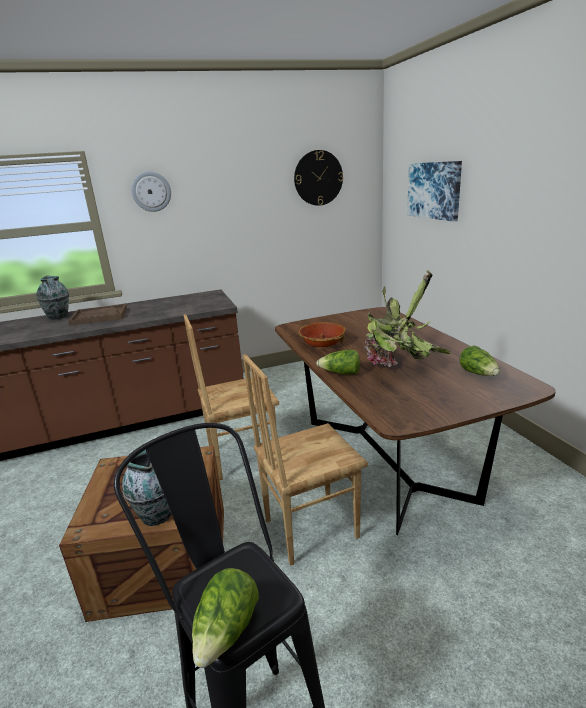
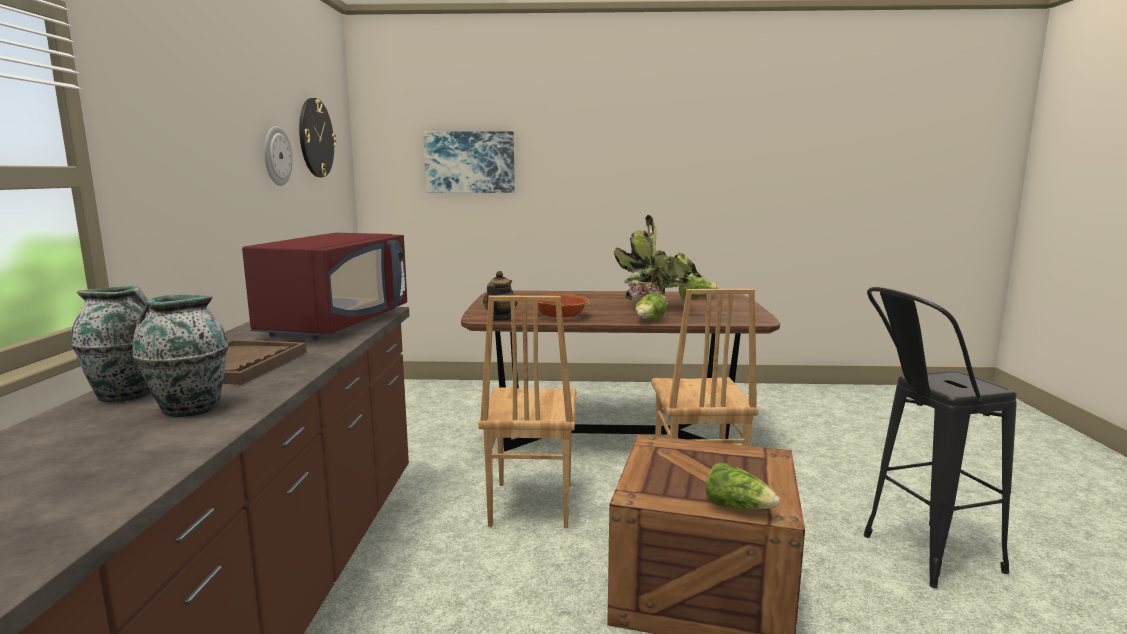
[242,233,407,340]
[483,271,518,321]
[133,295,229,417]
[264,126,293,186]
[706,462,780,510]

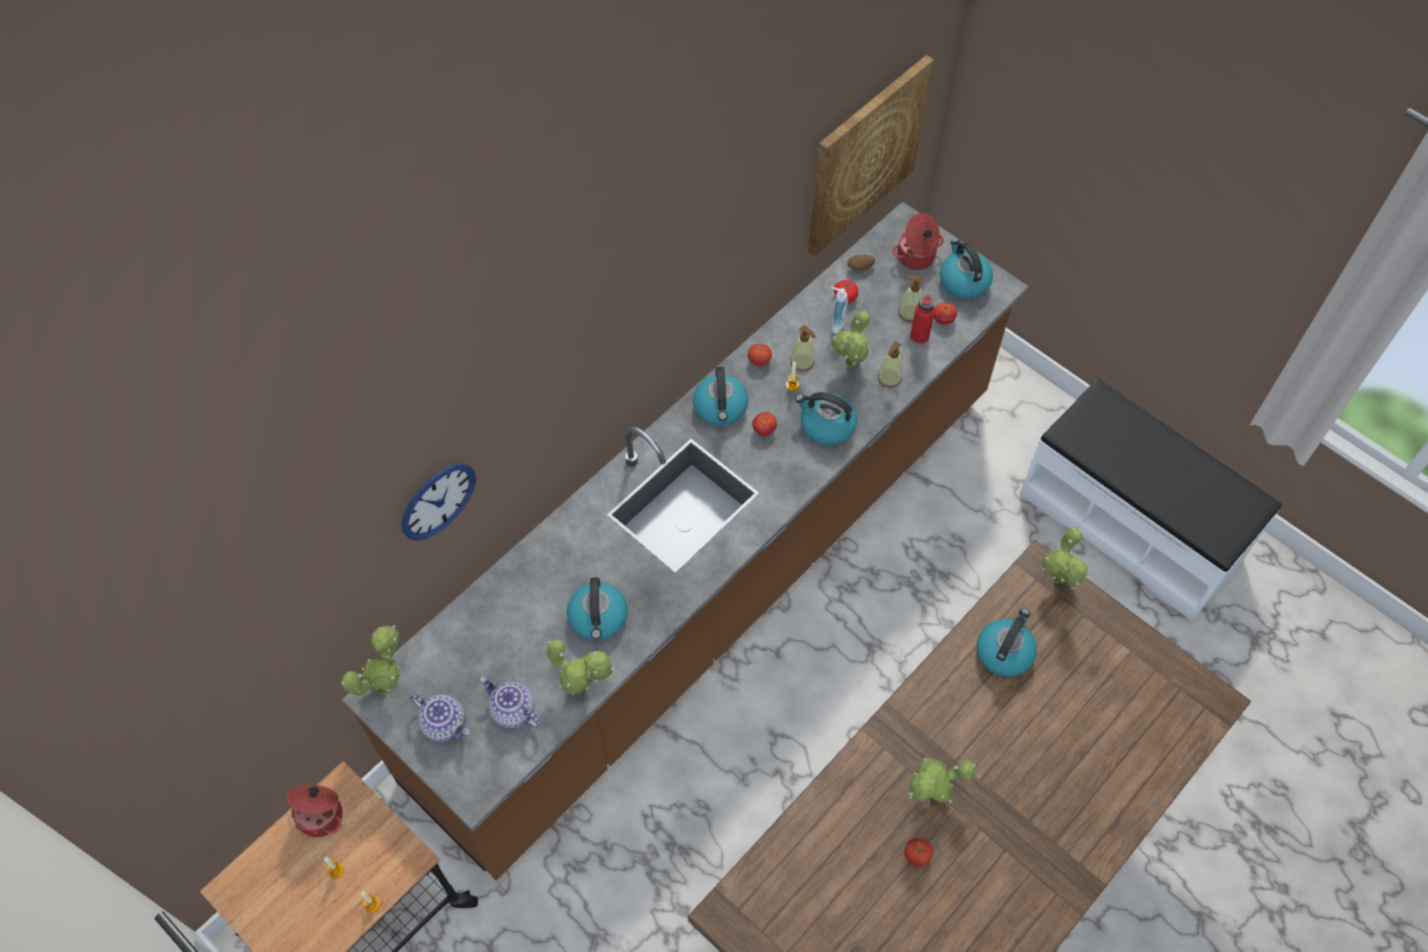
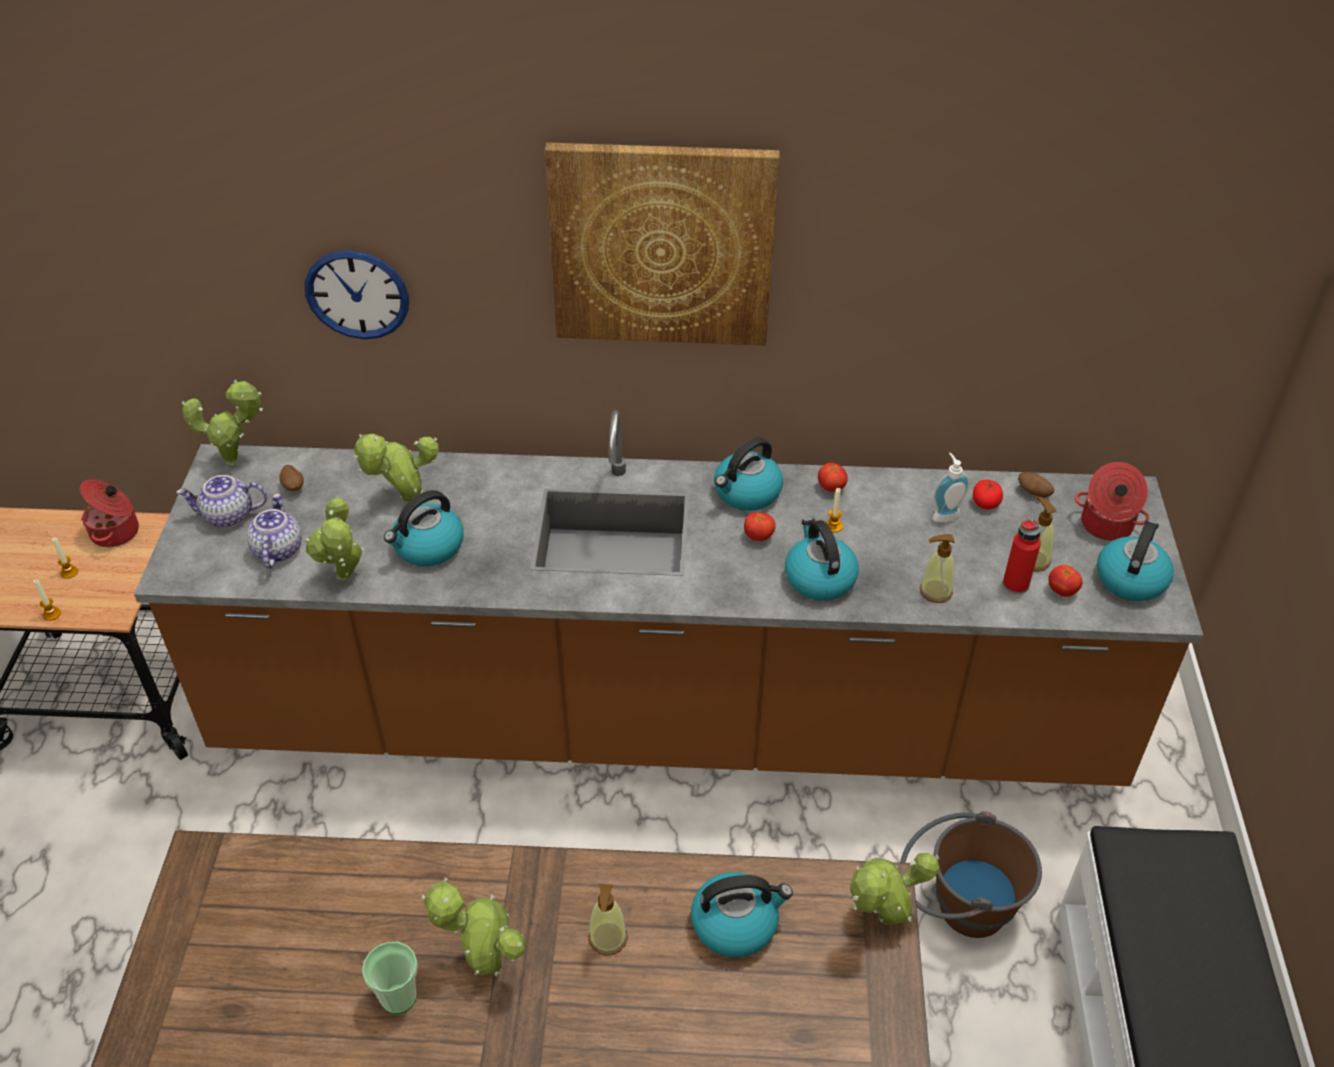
[279,465,304,491]
[900,811,1042,938]
[588,884,628,956]
[545,142,780,346]
[354,433,439,503]
[362,942,418,1014]
[176,475,267,528]

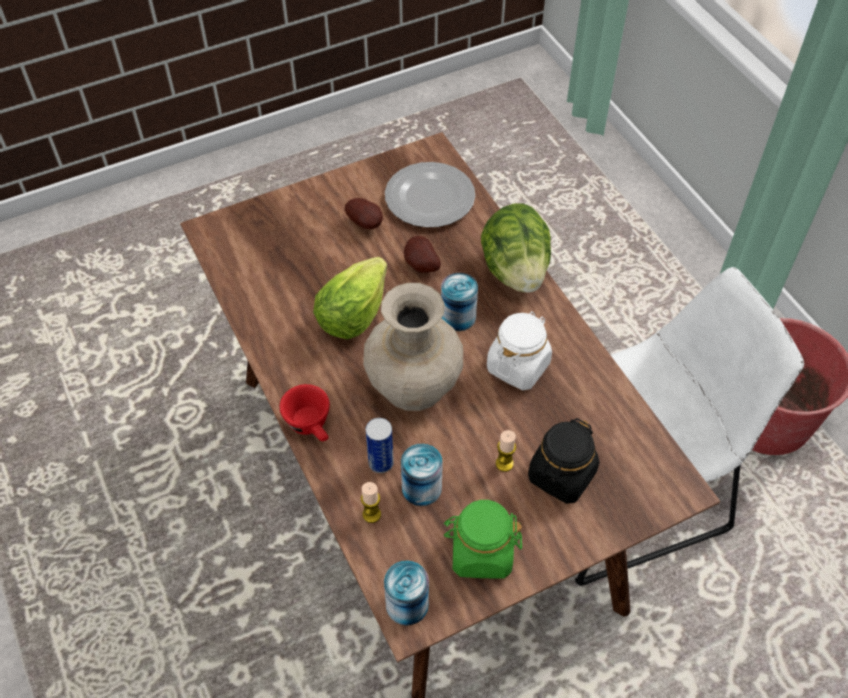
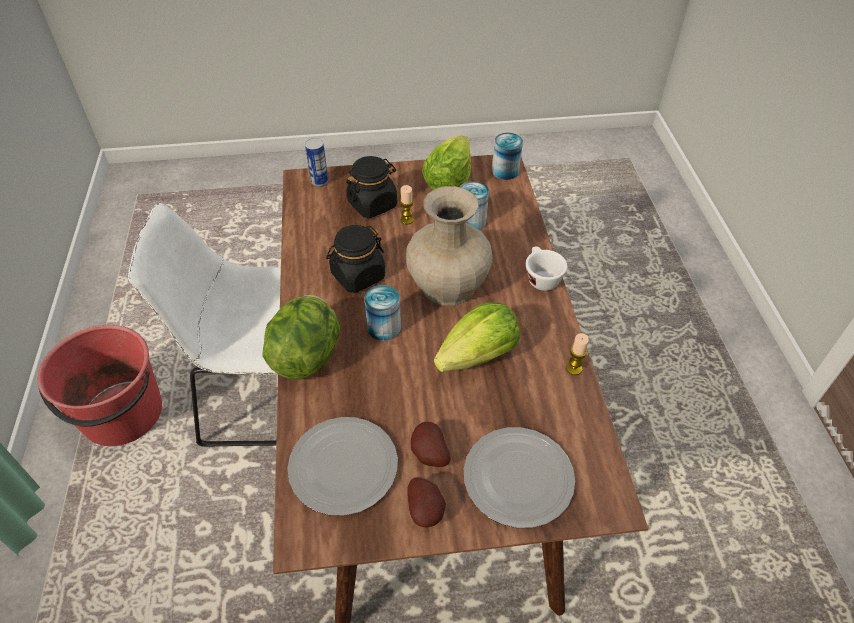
[464,427,575,528]
[566,333,589,375]
[305,138,328,187]
[407,477,446,527]
[422,135,471,190]
[526,246,567,291]
[326,225,385,293]

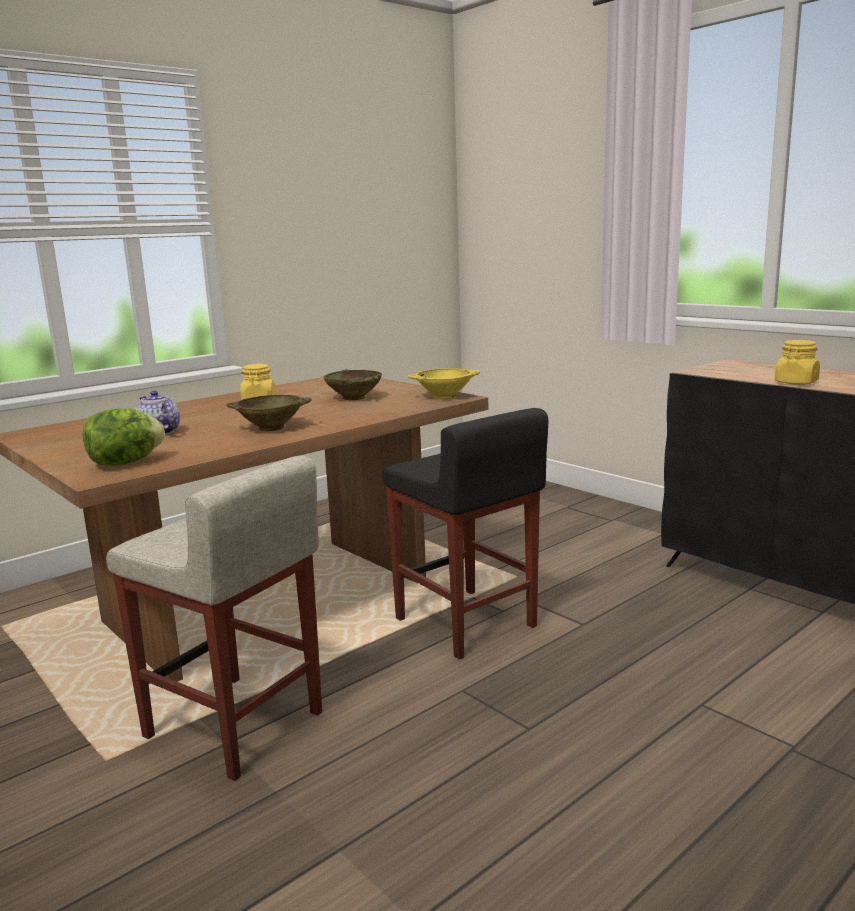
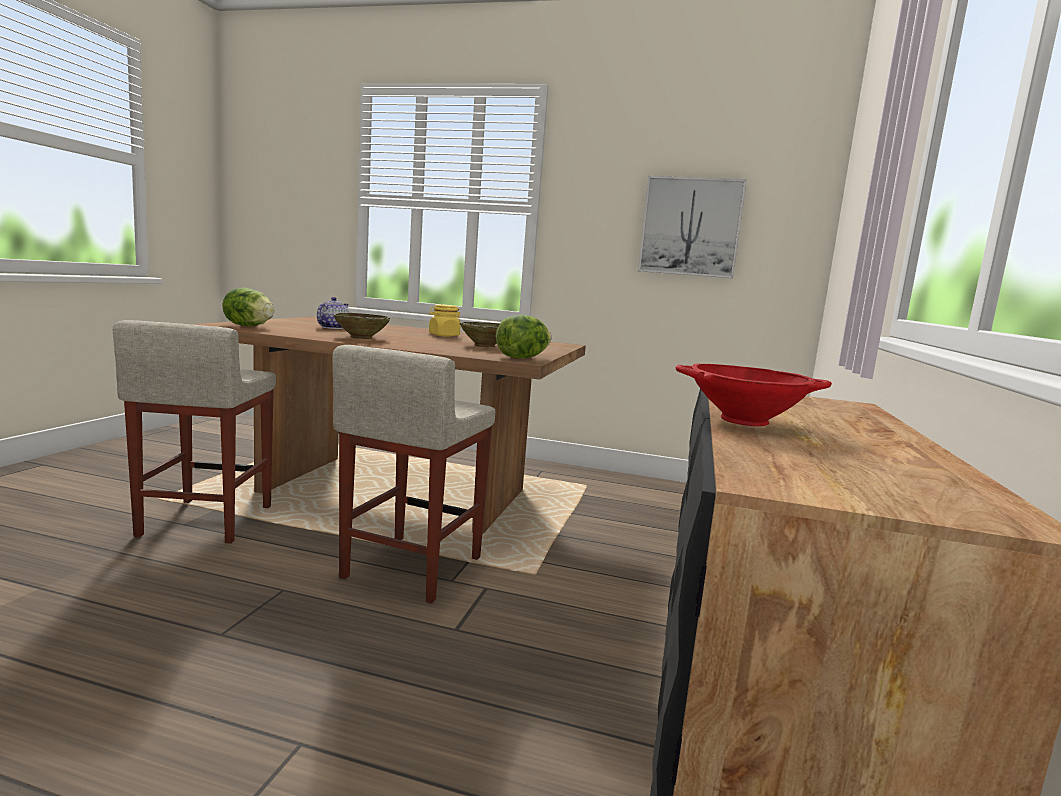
[638,176,747,278]
[496,315,551,358]
[676,364,832,426]
[333,345,495,603]

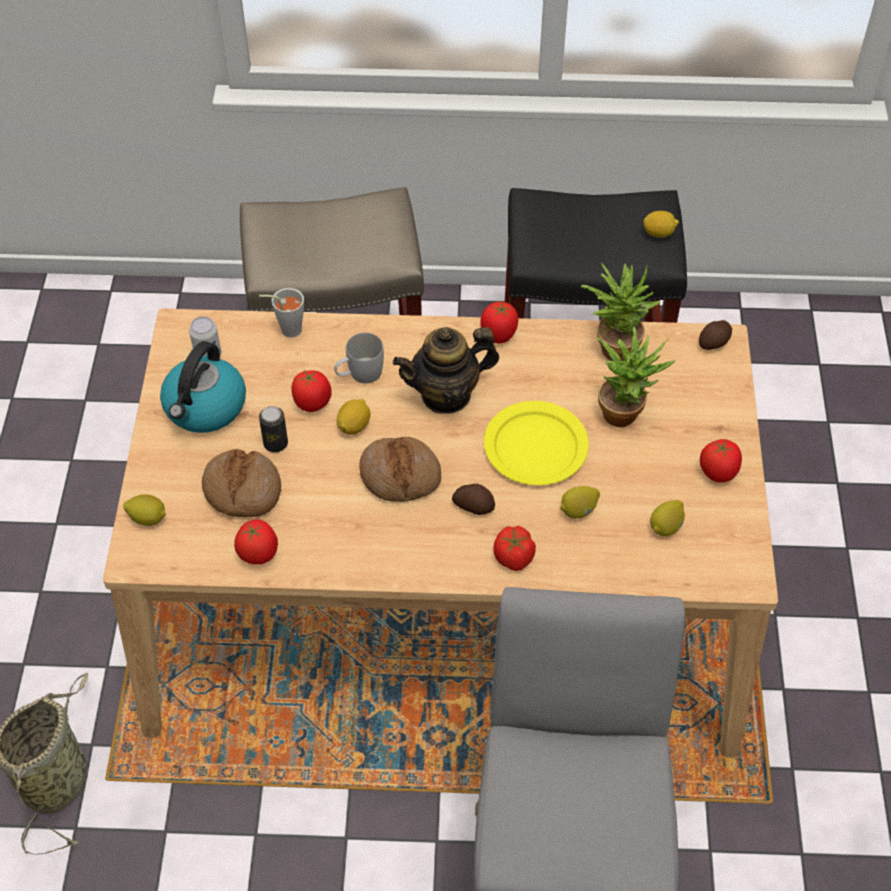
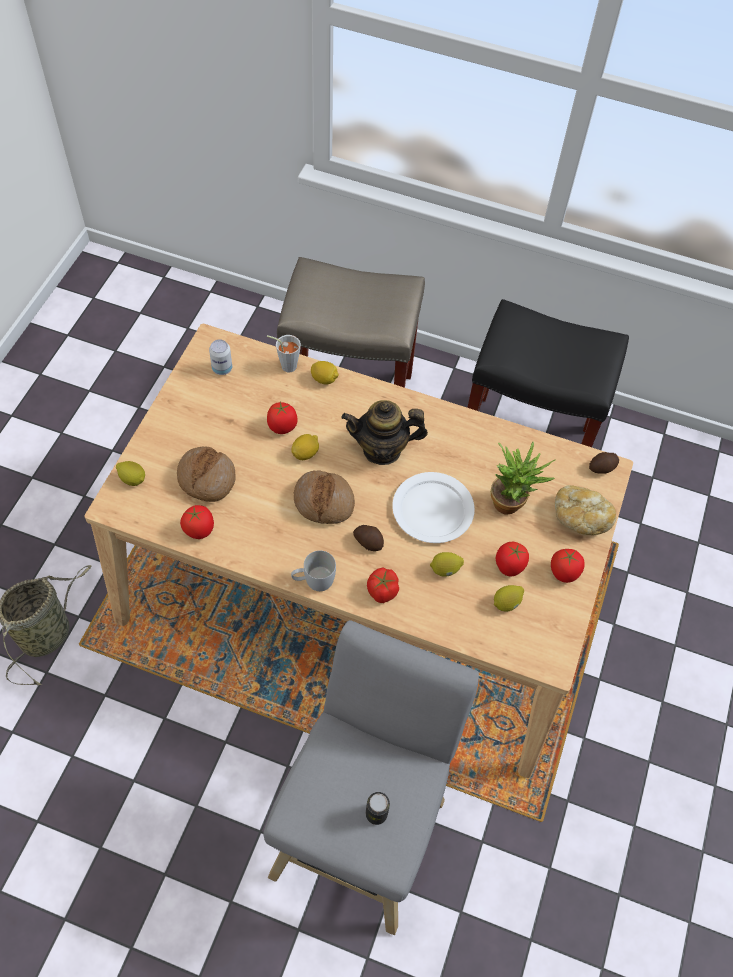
[160,341,246,433] (first image)
[581,263,660,361] (first image)
[555,485,616,535]
[366,792,390,825]
[291,550,336,591]
[496,542,529,576]
[311,361,339,384]
[392,472,475,543]

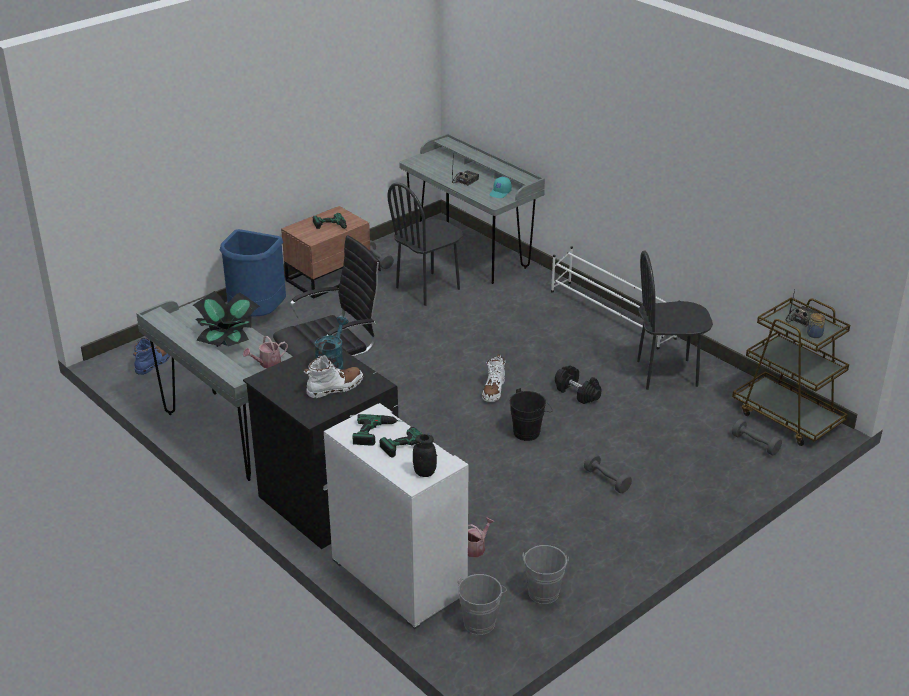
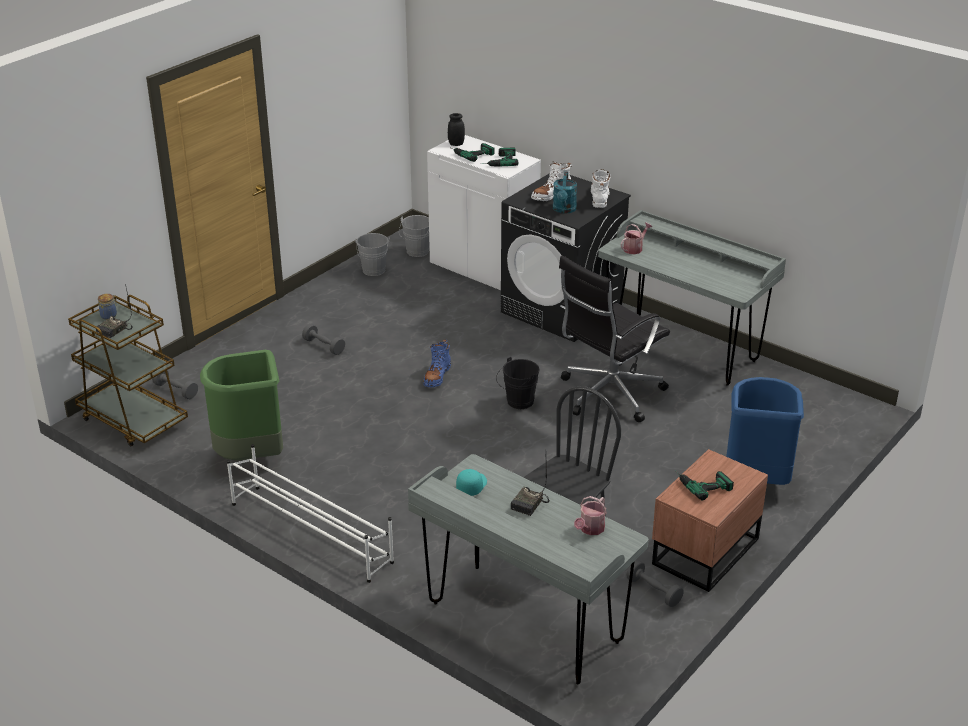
[193,291,260,347] (first image)
[555,365,602,404] (first image)
[423,340,451,387]
[574,496,607,535]
[591,169,611,208]
[496,357,540,409]
[200,350,283,460]

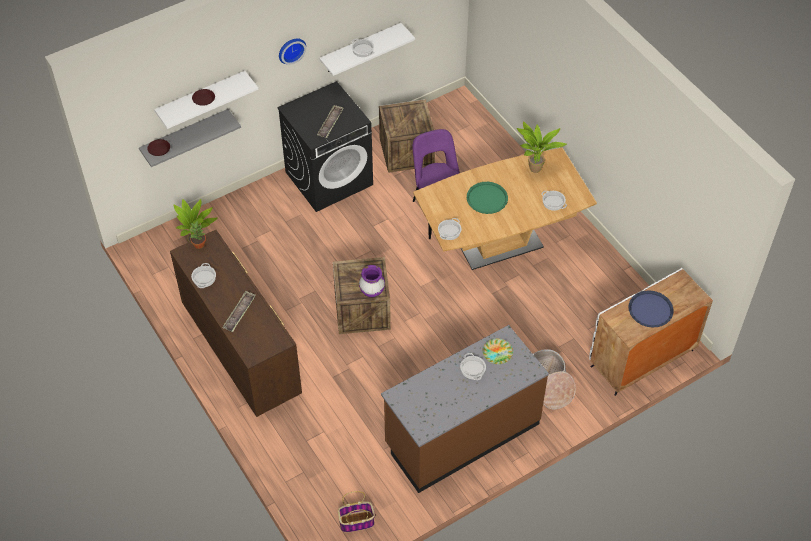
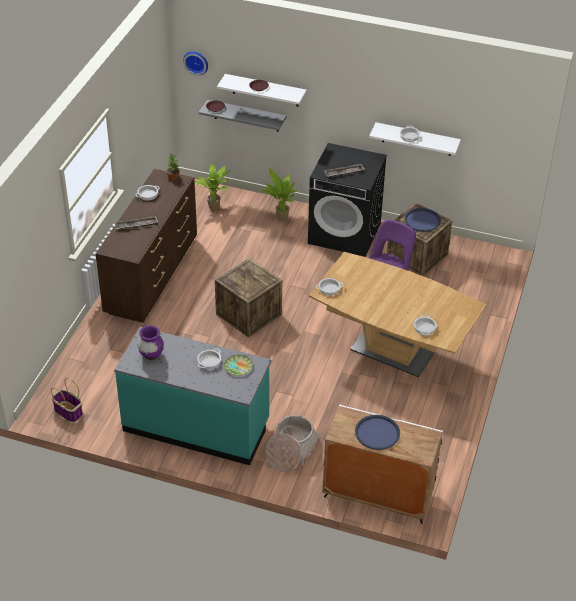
[467,182,508,214] (first image)
[405,208,441,232]
[183,51,208,75]
[138,325,164,360]
[260,168,297,221]
[114,327,271,465]

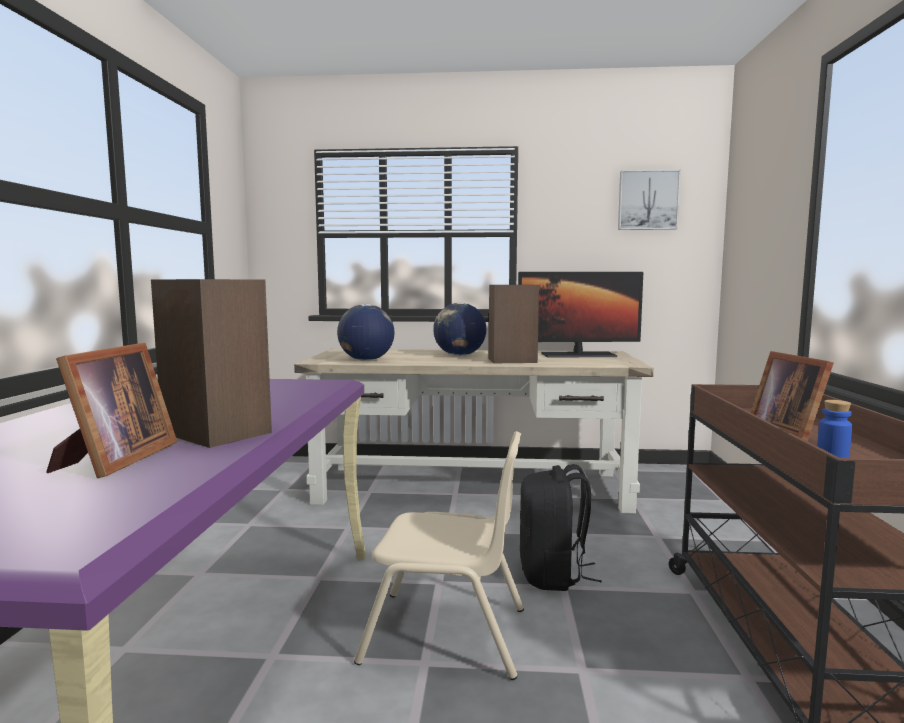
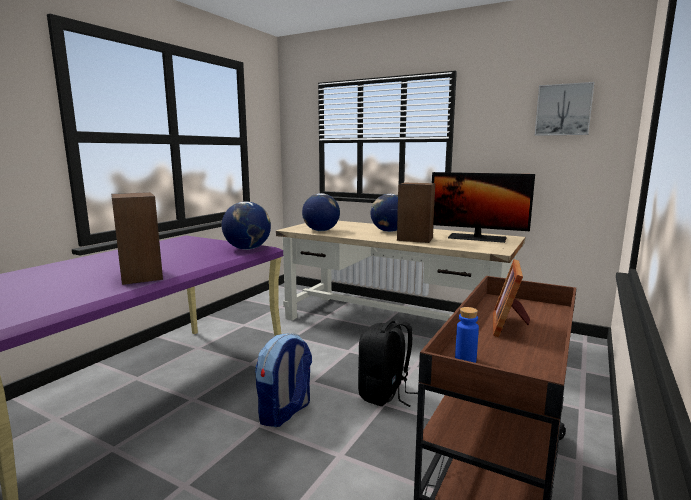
[46,343,177,478] (first image)
[222,201,271,250]
[255,333,312,427]

